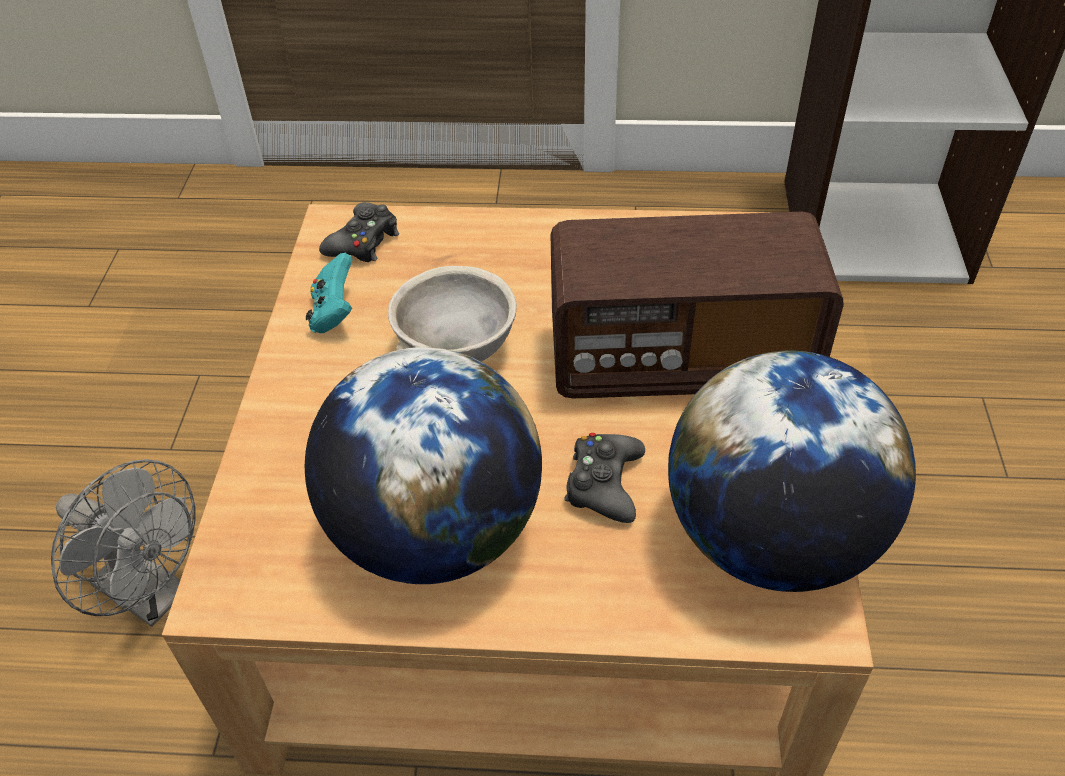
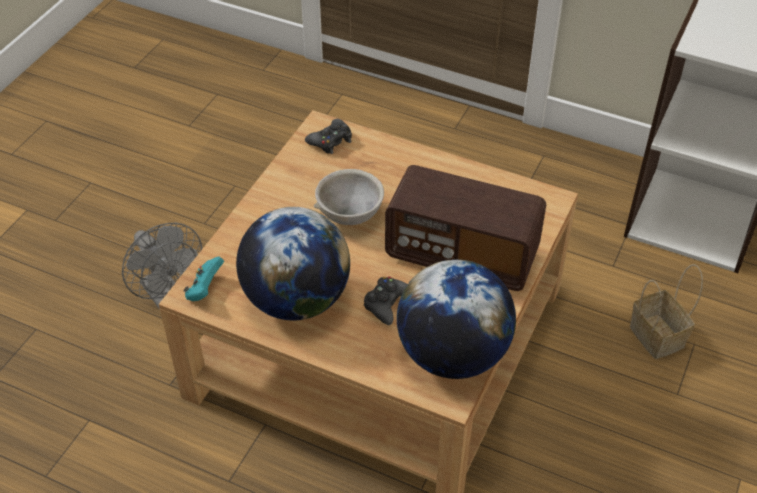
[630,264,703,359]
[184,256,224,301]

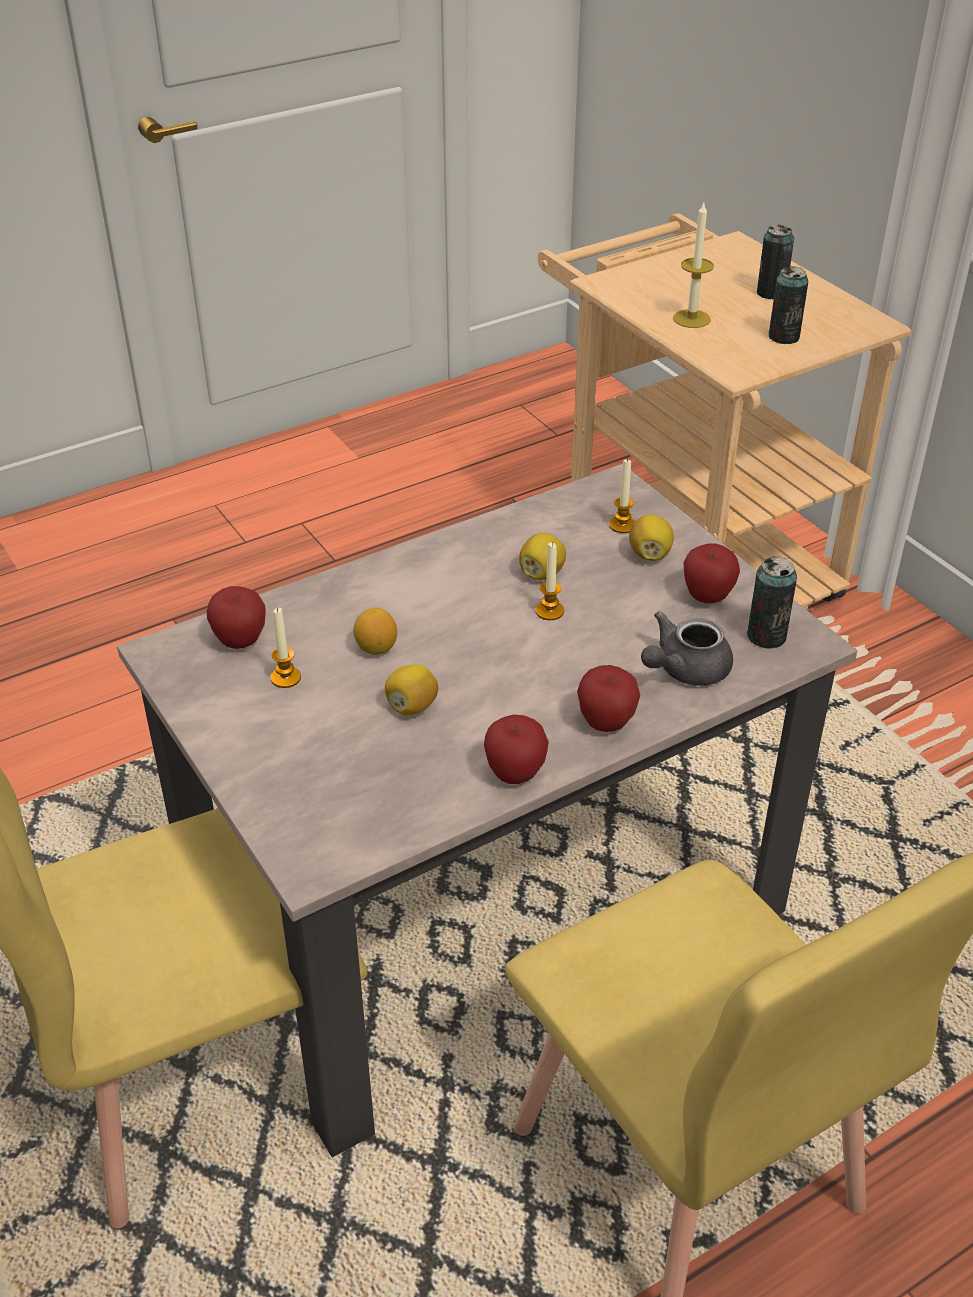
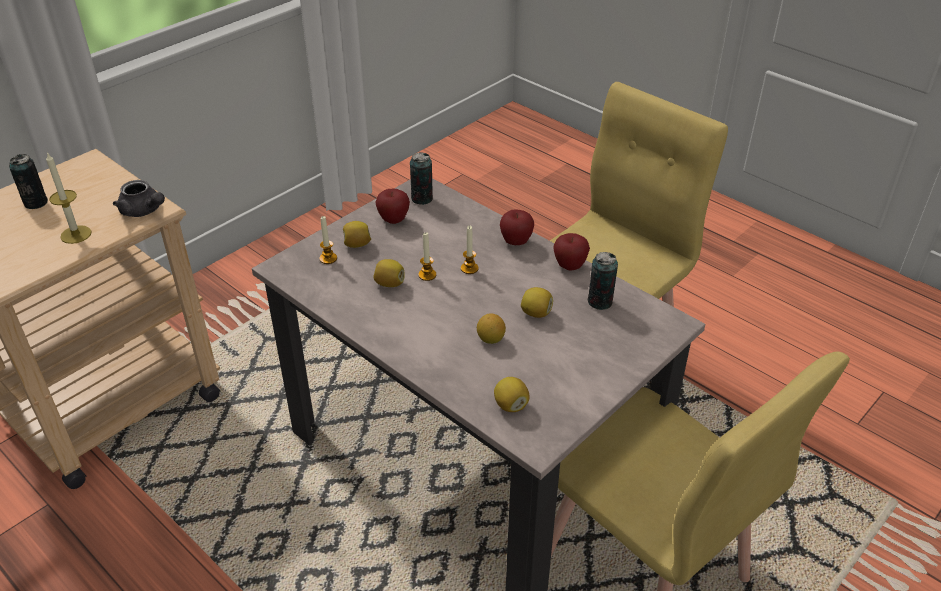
[461,225,479,274]
[113,180,165,217]
[588,252,618,310]
[494,377,530,412]

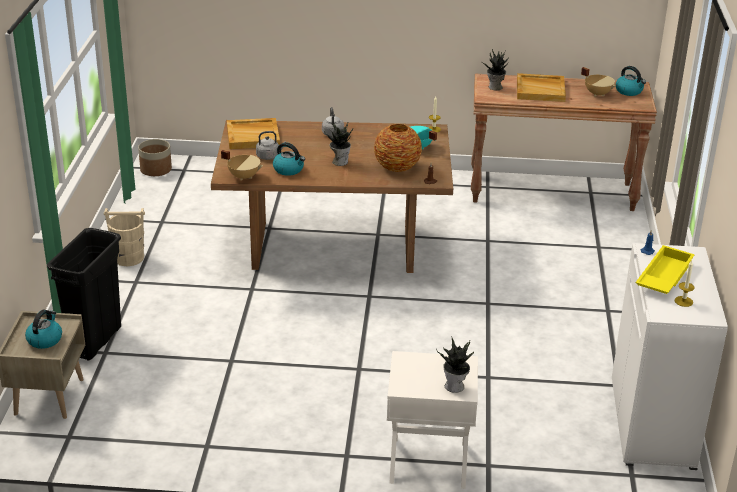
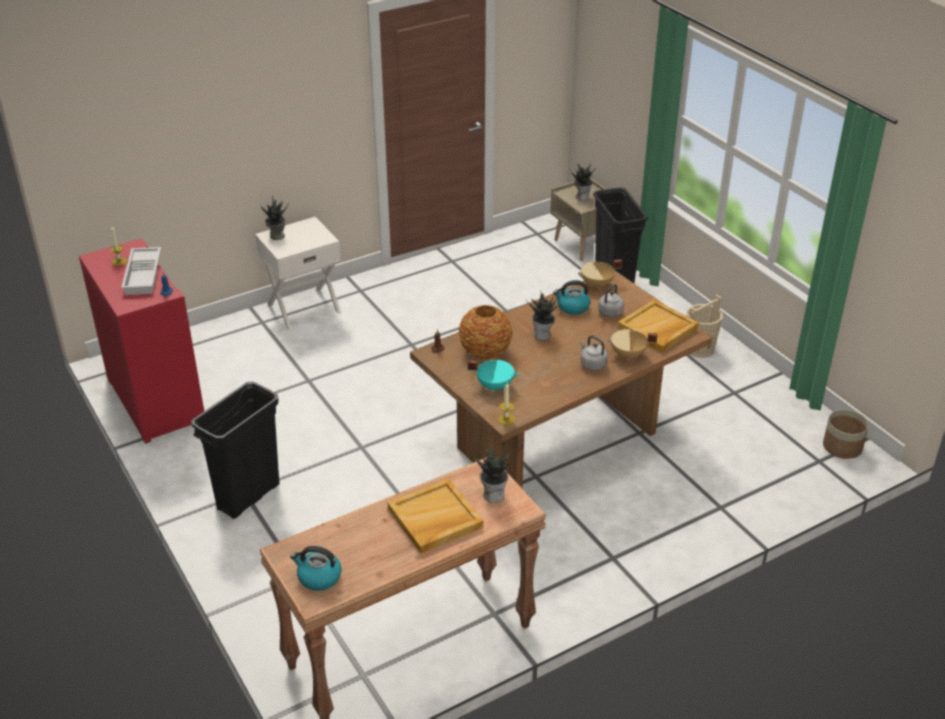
[191,382,280,519]
[606,329,657,360]
[569,163,595,201]
[79,239,204,444]
[121,247,161,295]

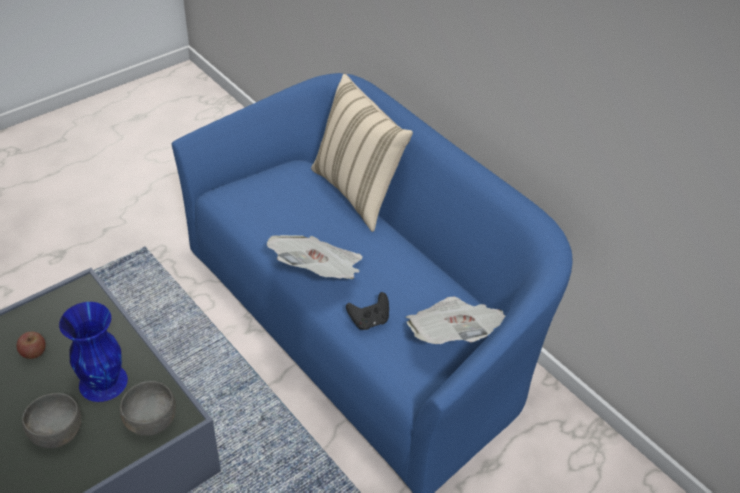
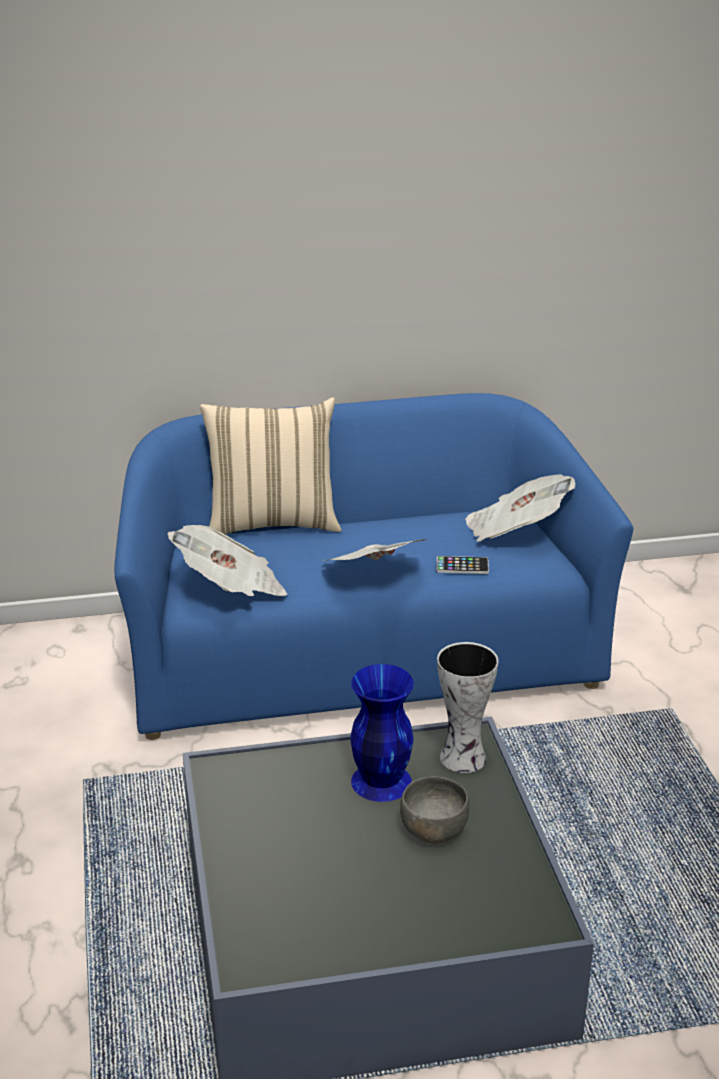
[16,332,46,359] (first image)
[168,525,288,597]
[437,642,498,773]
[437,556,489,574]

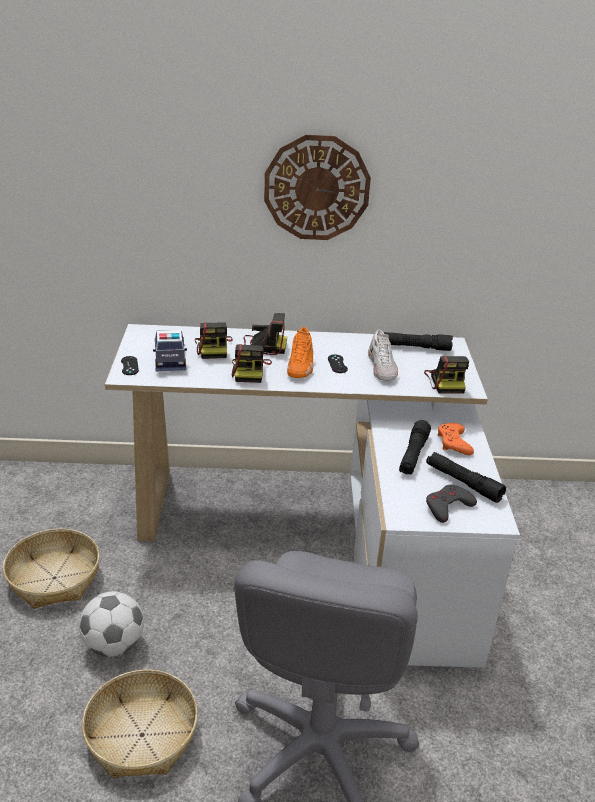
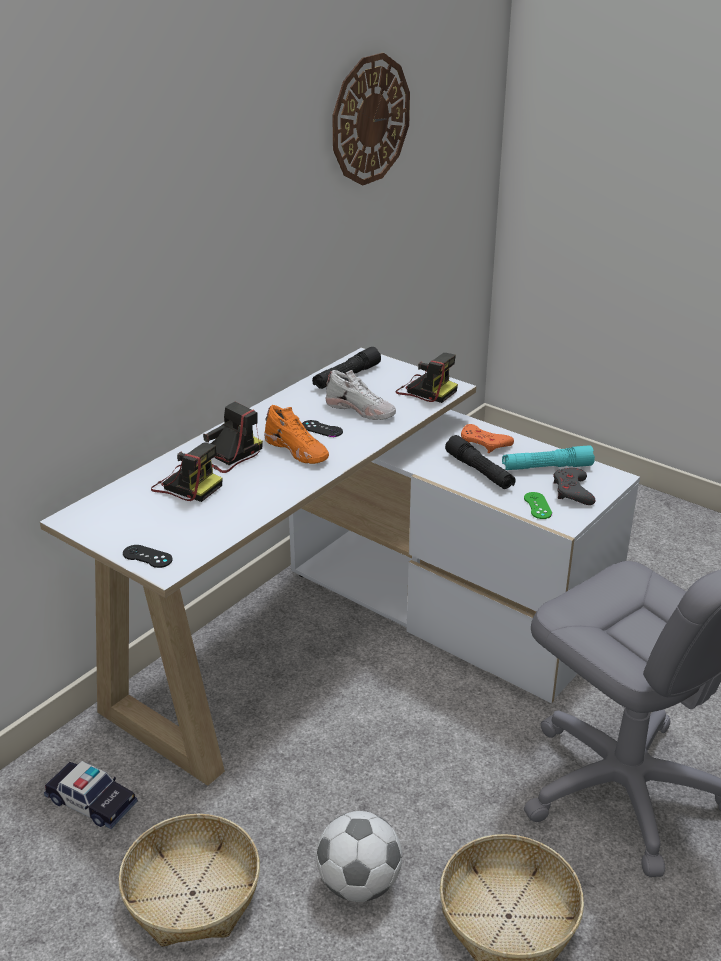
[232,344,272,383] (first image)
[524,492,552,519]
[44,761,138,829]
[332,53,410,185]
[502,445,595,470]

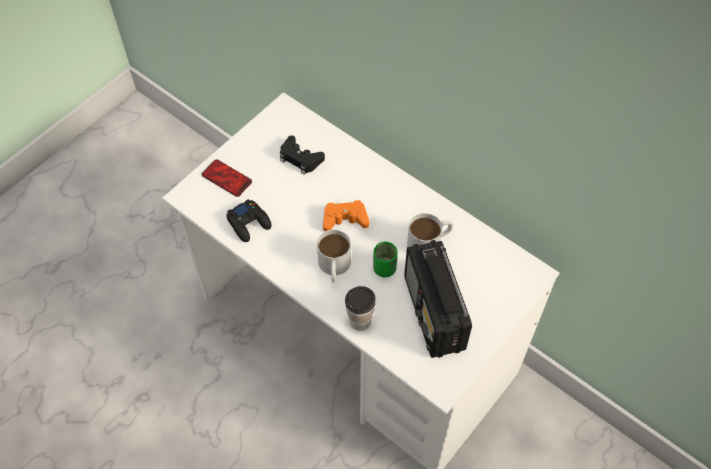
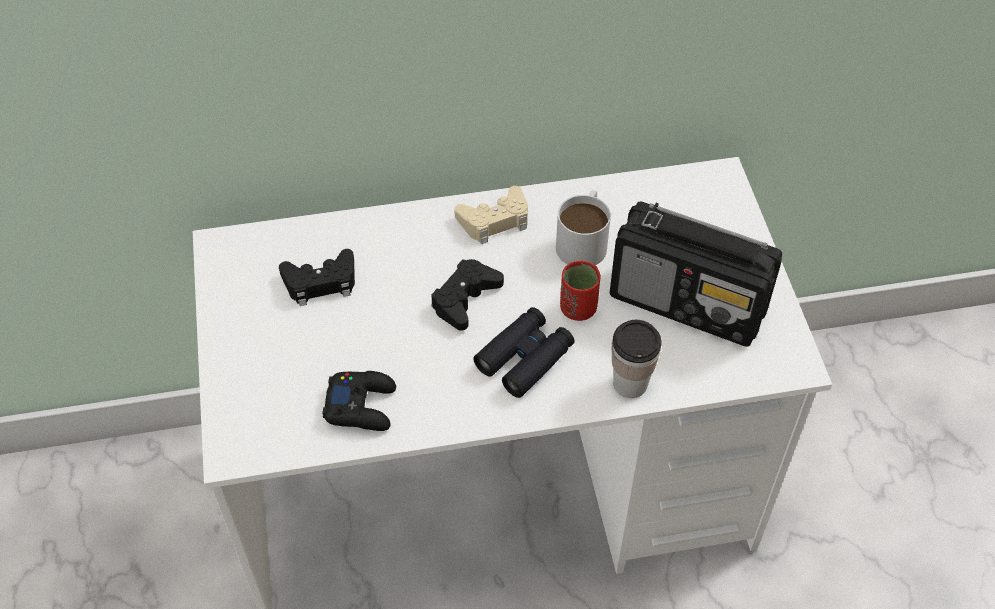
[202,159,252,197] (first image)
[454,186,528,244]
[473,307,575,398]
[431,259,504,331]
[560,261,601,321]

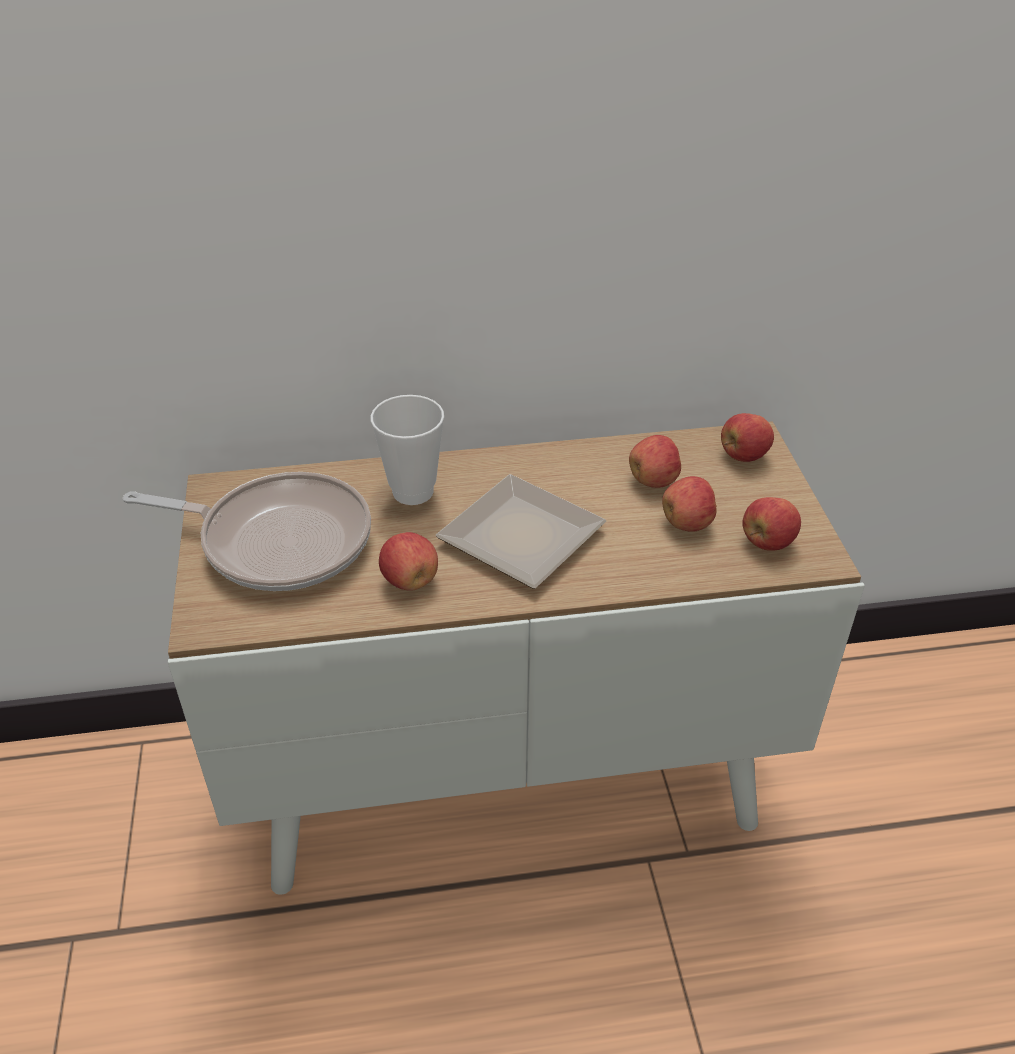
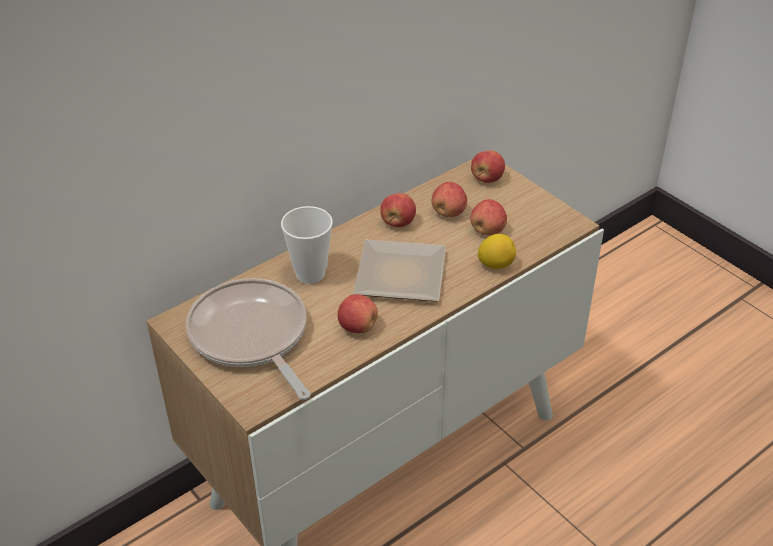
[478,234,516,269]
[380,193,416,228]
[186,278,311,400]

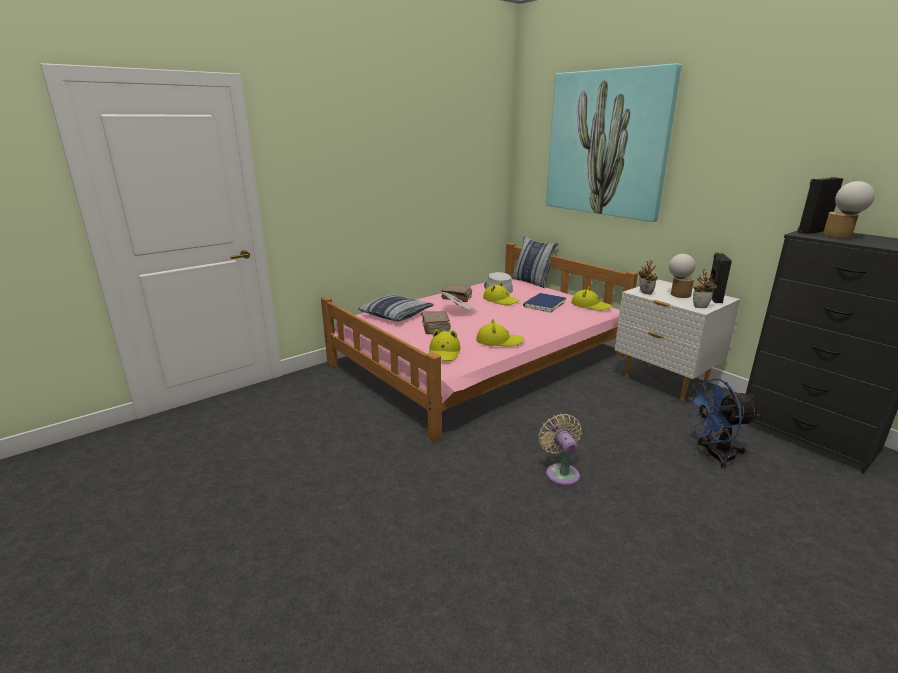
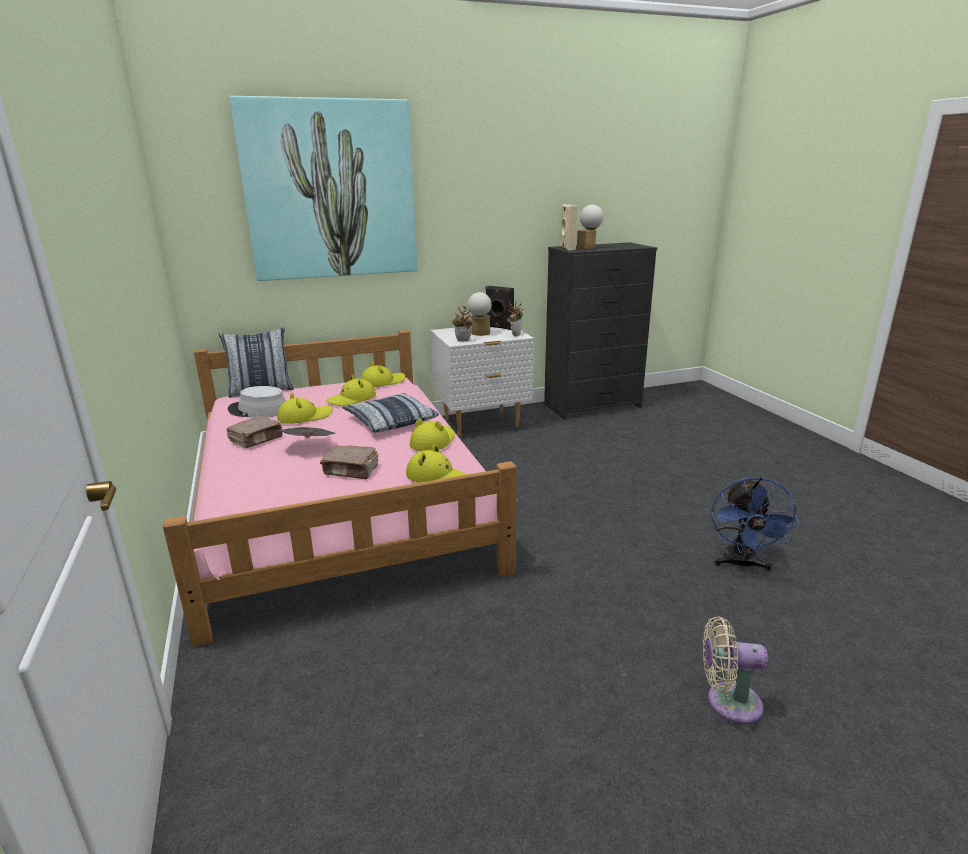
[342,393,439,433]
[703,616,768,724]
[711,477,800,571]
[326,374,376,406]
[560,204,578,251]

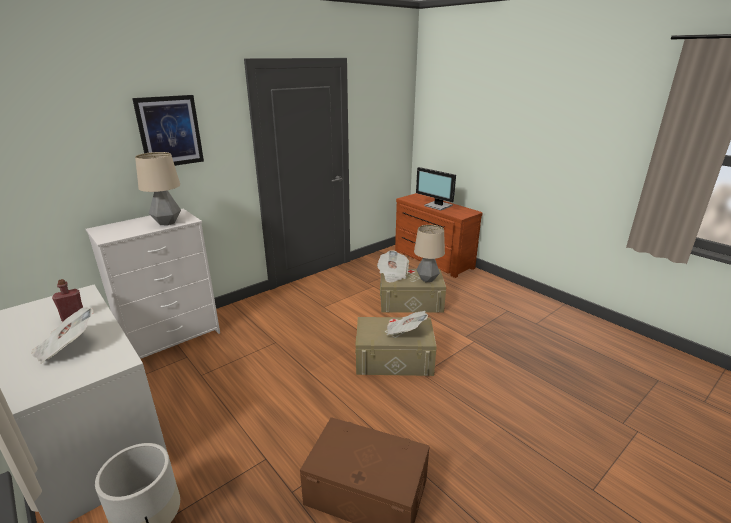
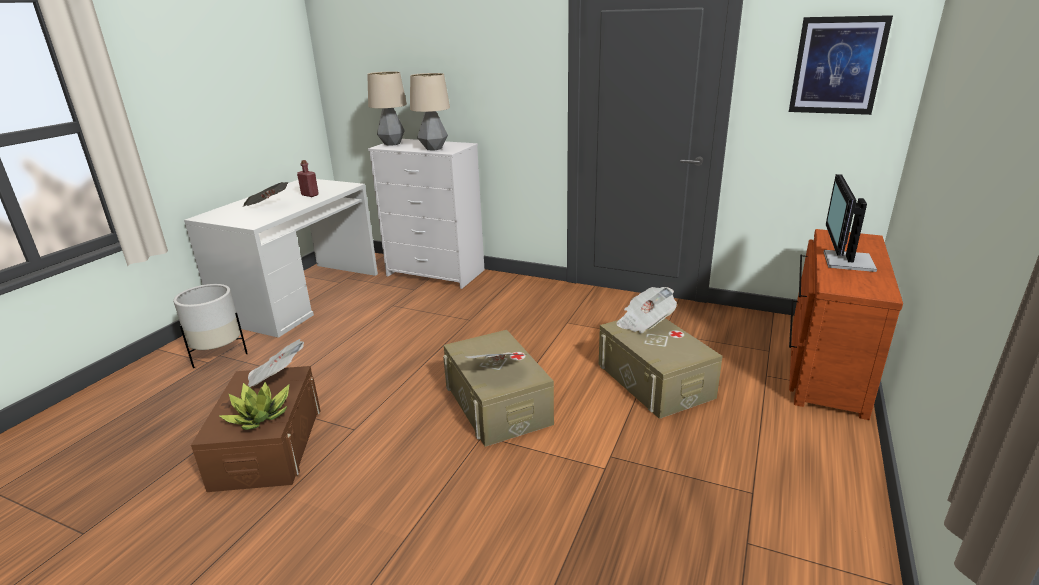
[220,382,289,430]
[248,339,304,387]
[789,15,893,115]
[367,71,407,146]

